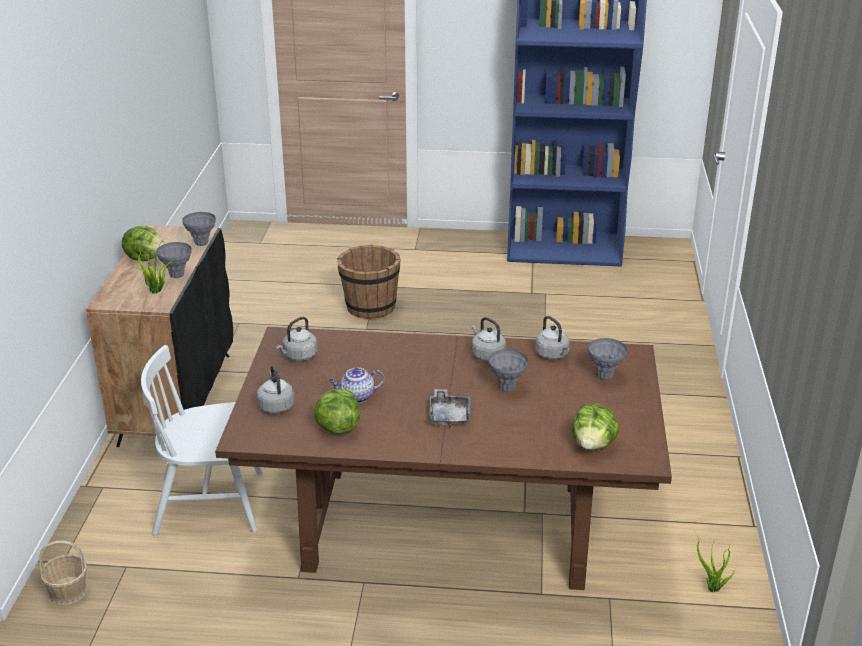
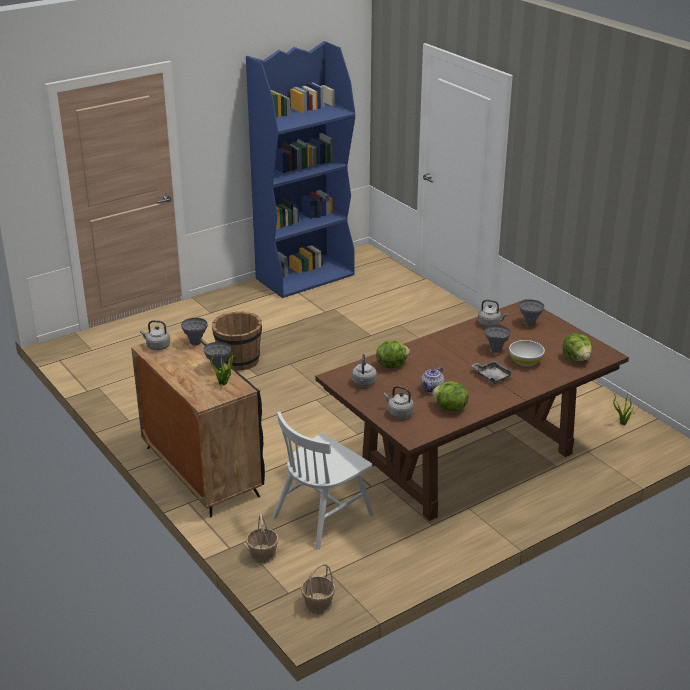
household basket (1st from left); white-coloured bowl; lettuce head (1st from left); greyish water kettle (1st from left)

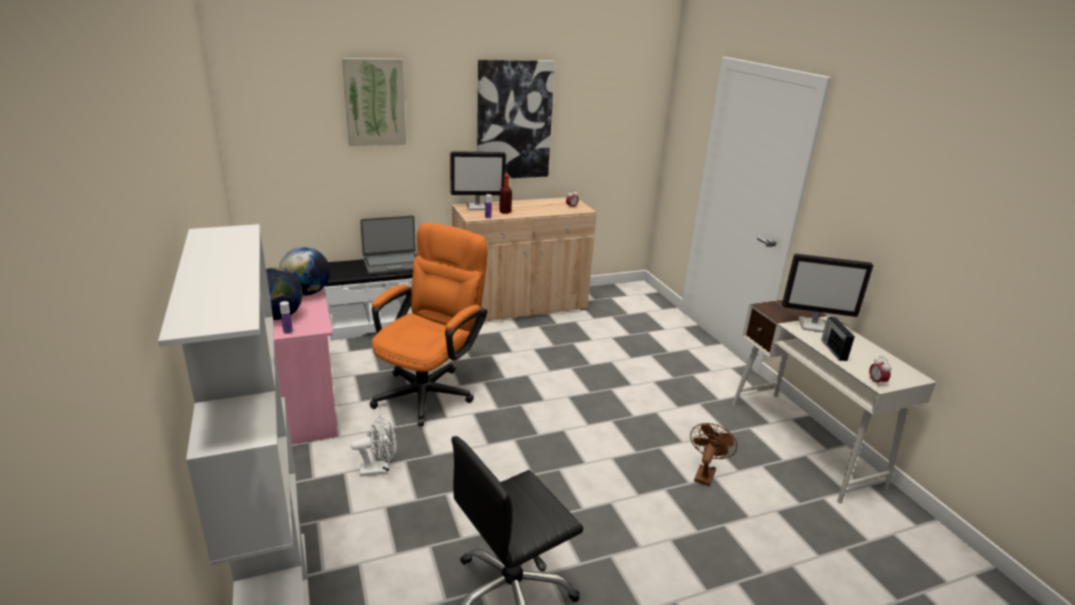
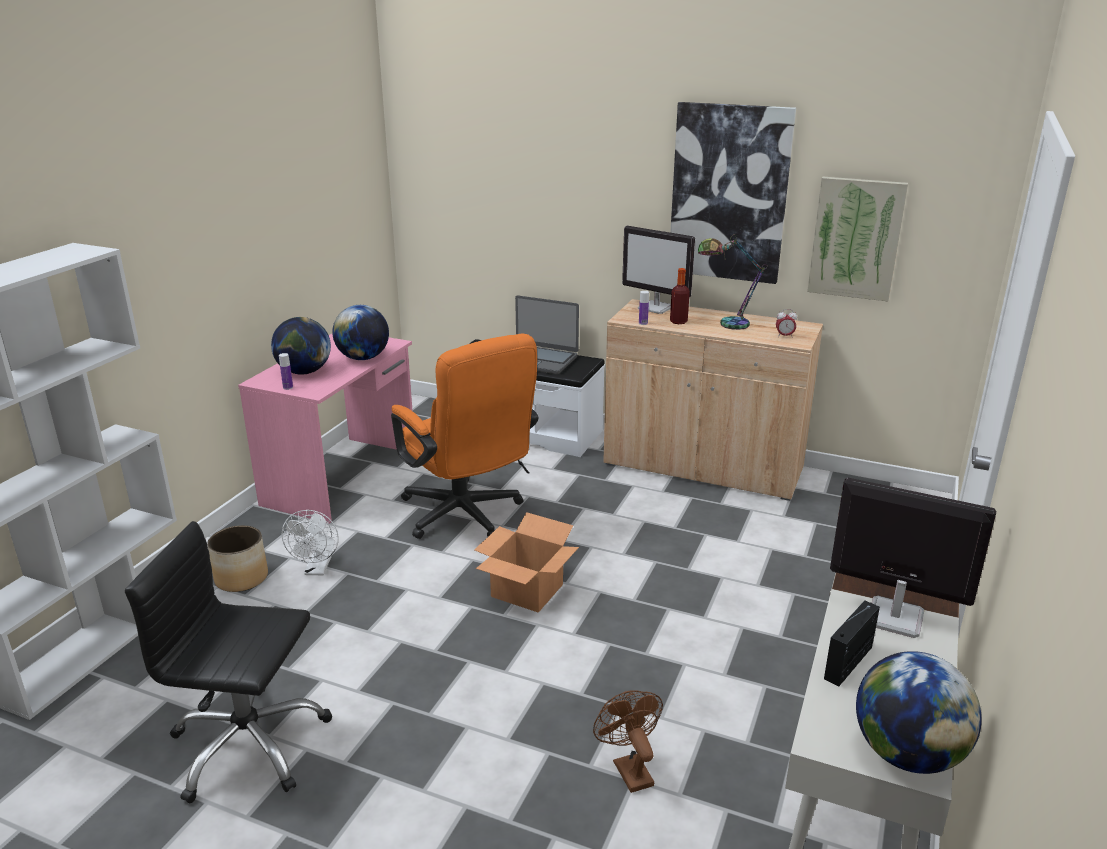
alarm clock (2nd from left in the first image); flower pot; cardboard box; table lamp; desk globe (3rd from left); wall picture (2nd from left); white-coloured fan; orange-coloured desk chair; brown fan; computer display (2nd from left)

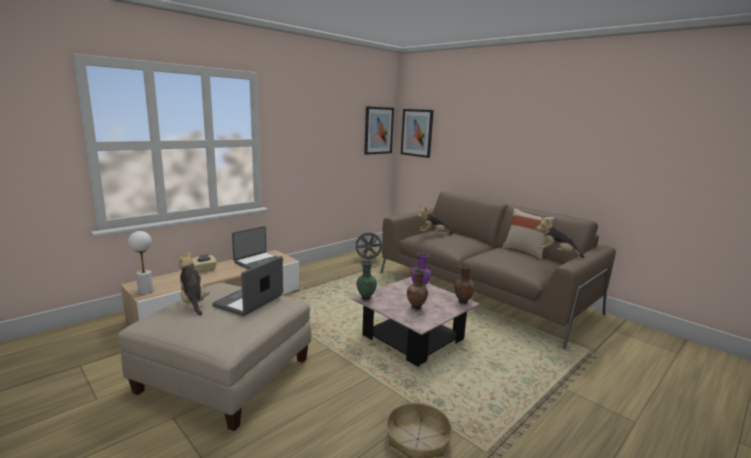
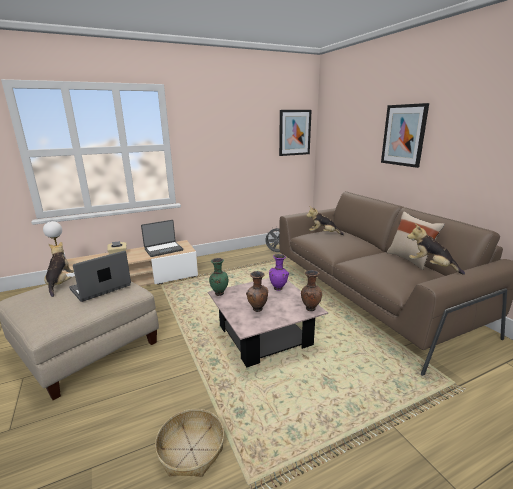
wall picture (2nd from left)

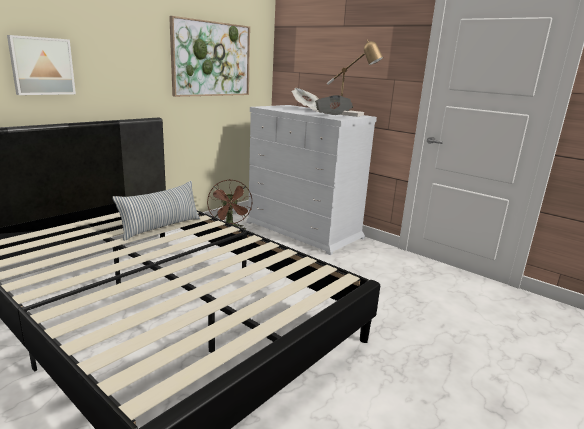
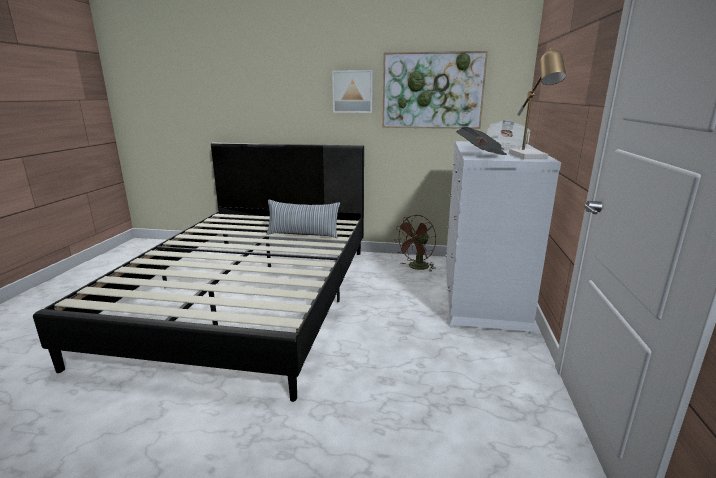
wall picture (1st from left)

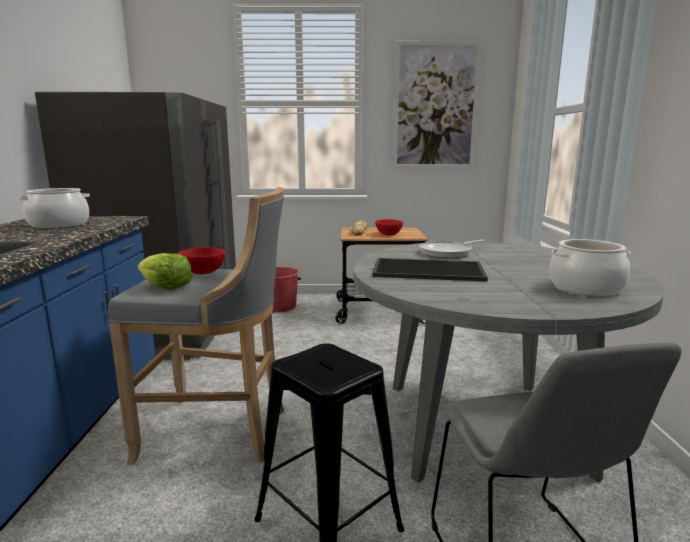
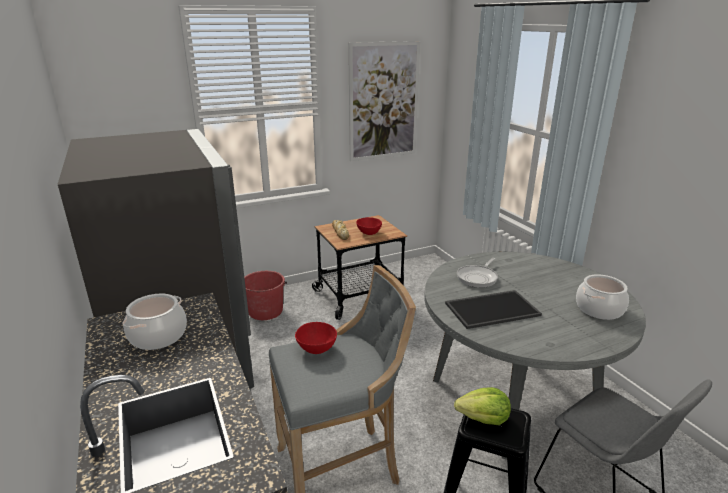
lettuce head

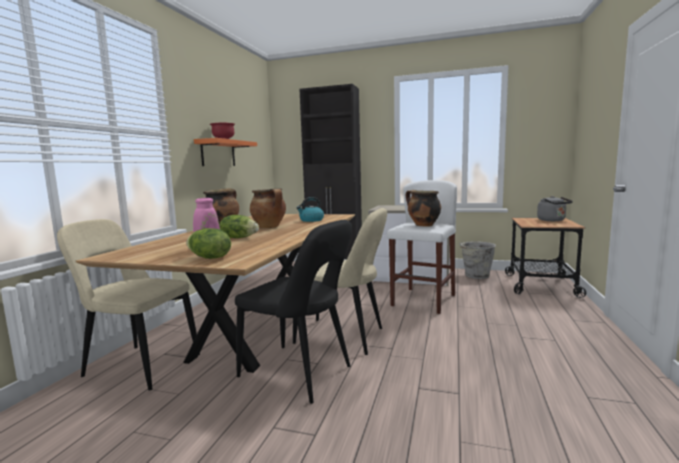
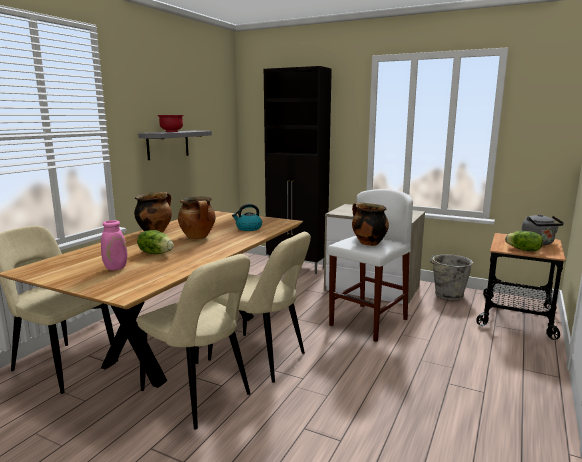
lettuce head (2nd from left); greyish shelf; beige chair (2nd from left)

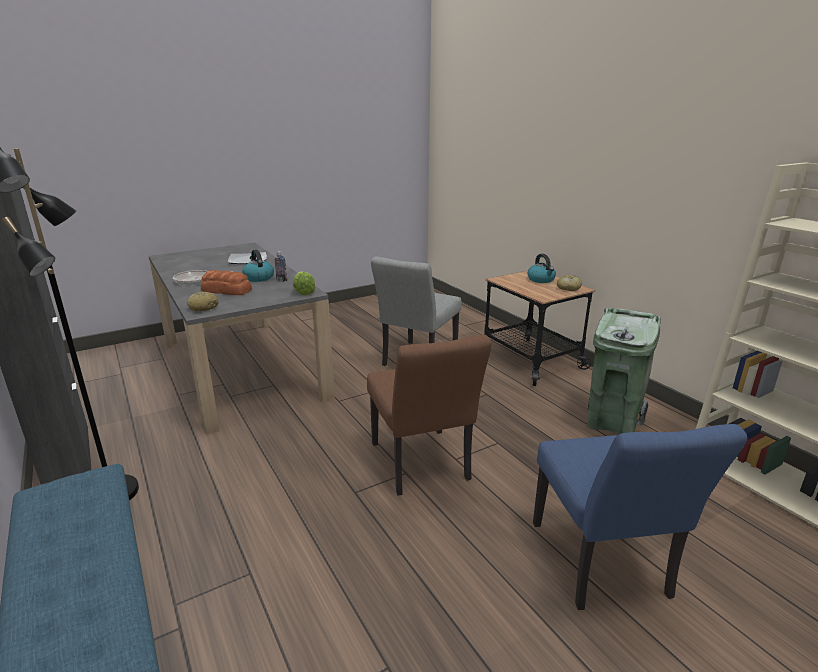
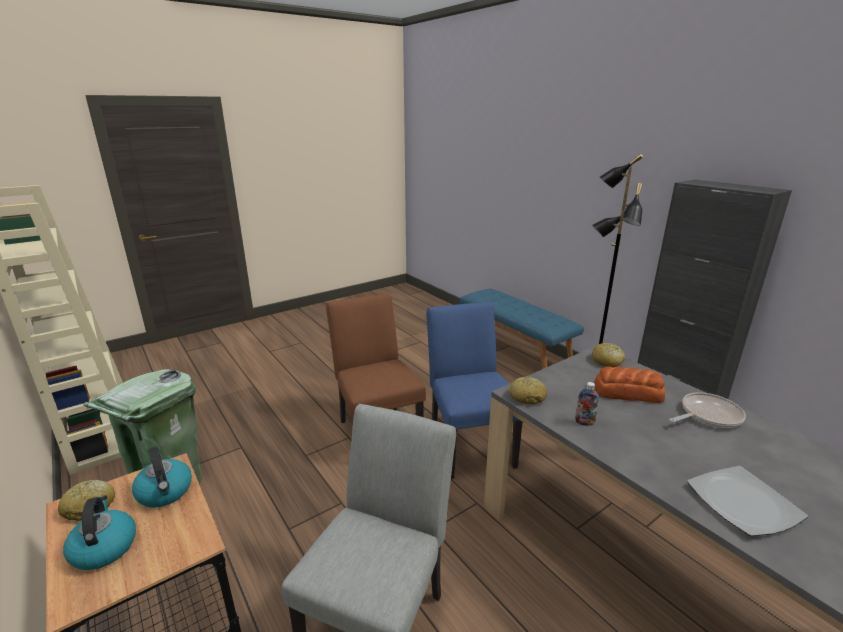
water kettle (2nd from left); blue-coloured chair; bakery bread (2nd from left)

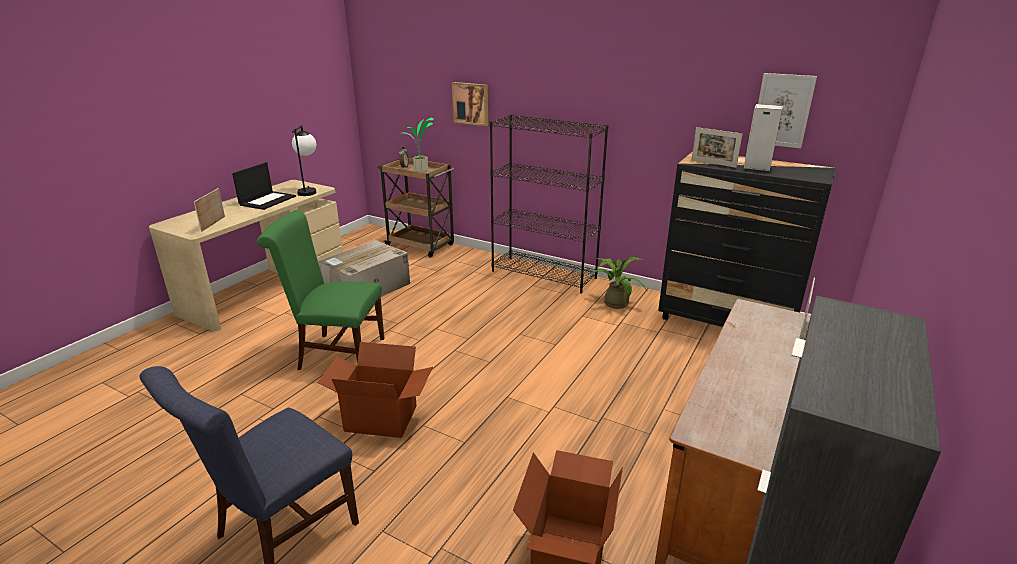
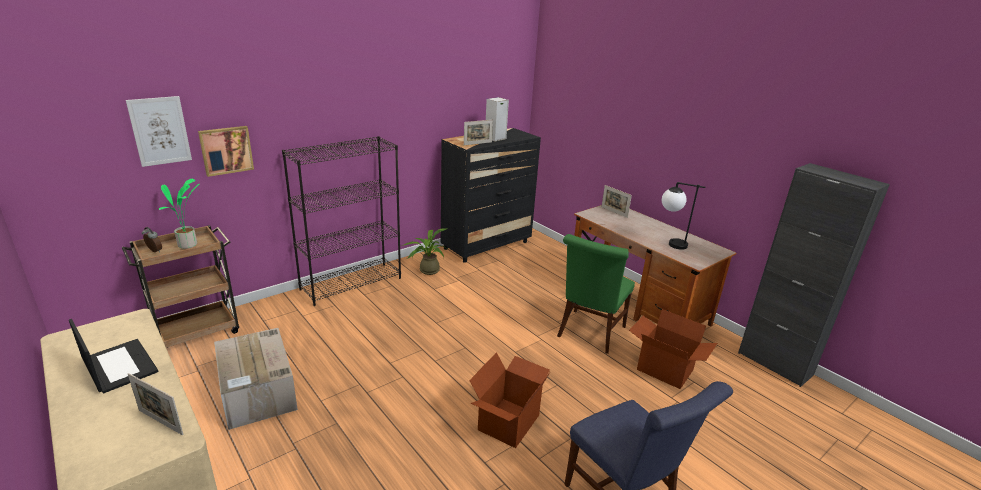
green-coloured chair; table lamp; wall picture (1st from left)

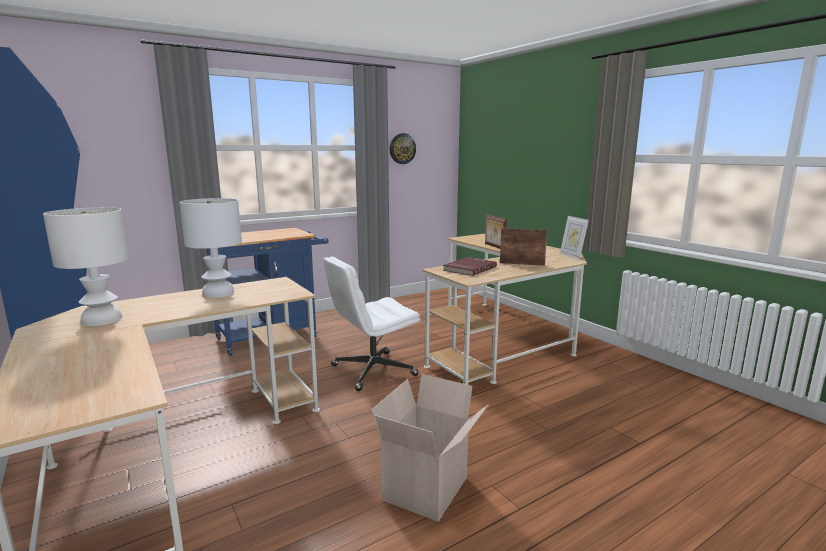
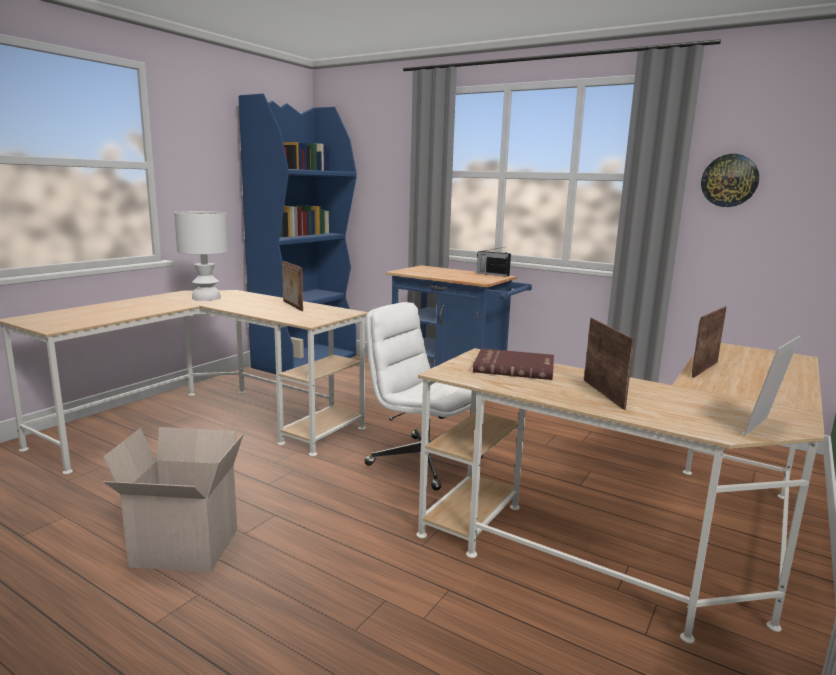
radio set; photo frame (1st from left)

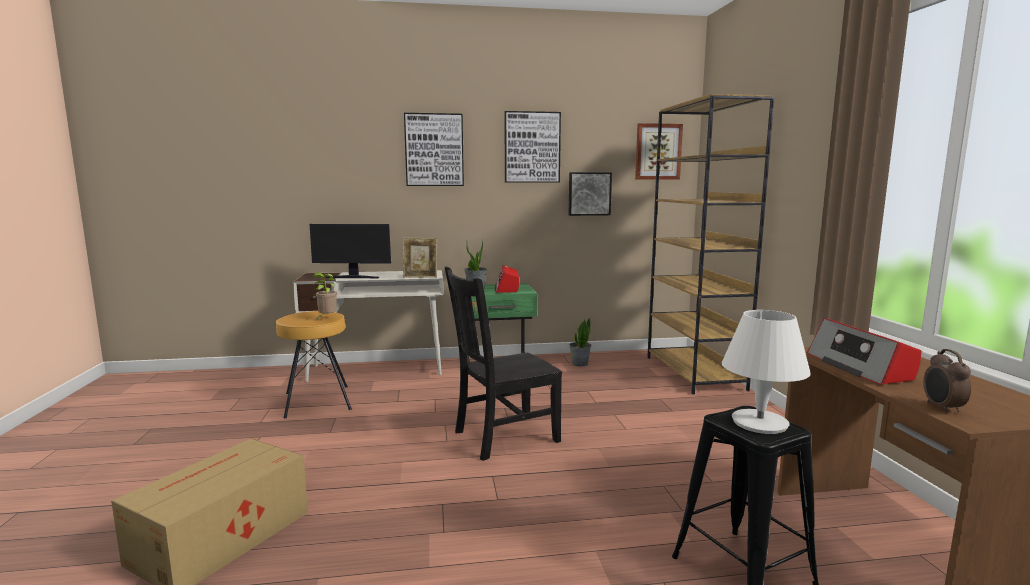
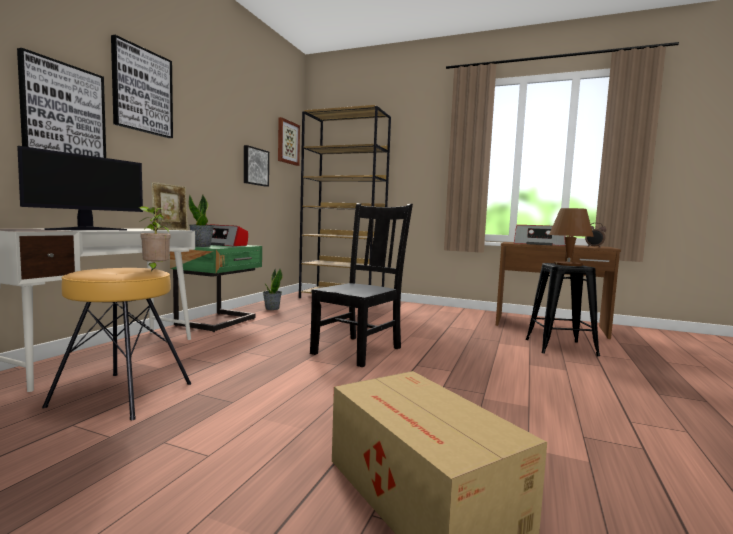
wall picture (1st from left); brown table lamp; blackish chair

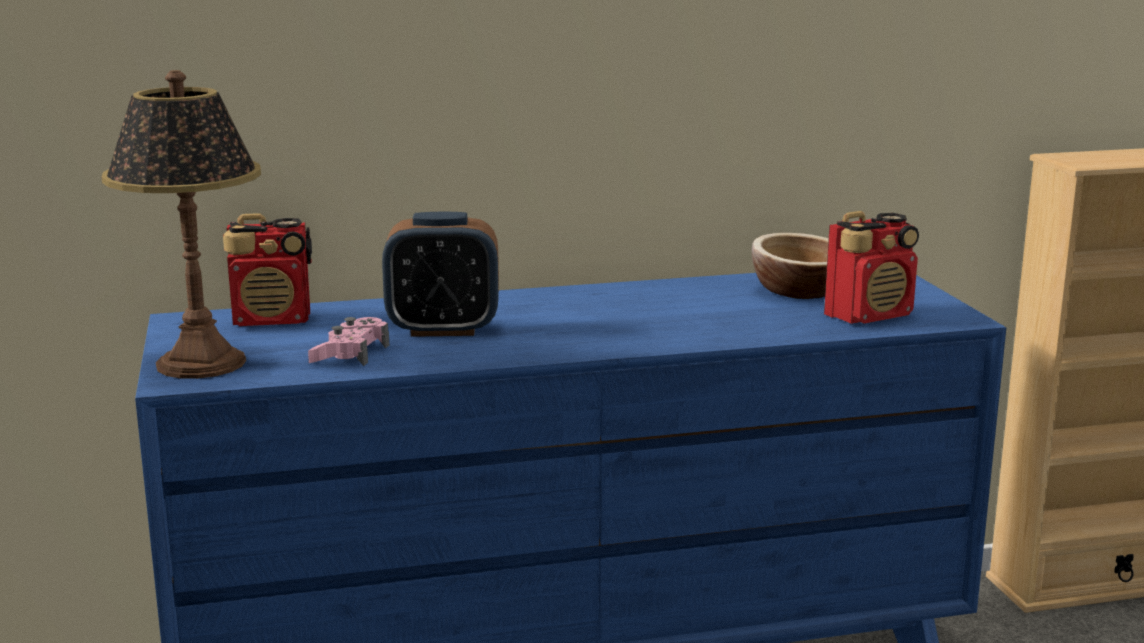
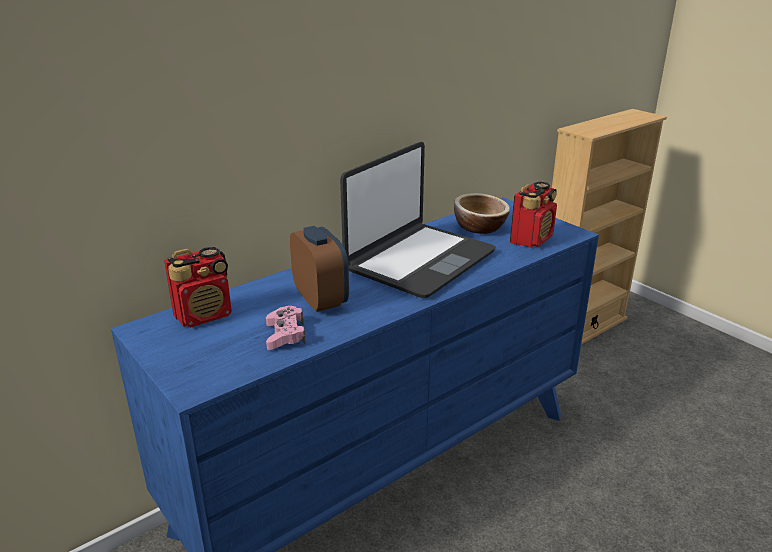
table lamp; notebook computer; alarm clock

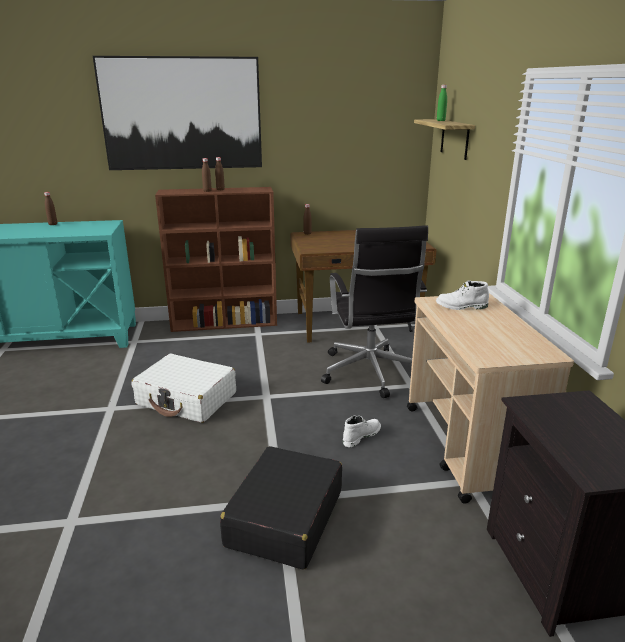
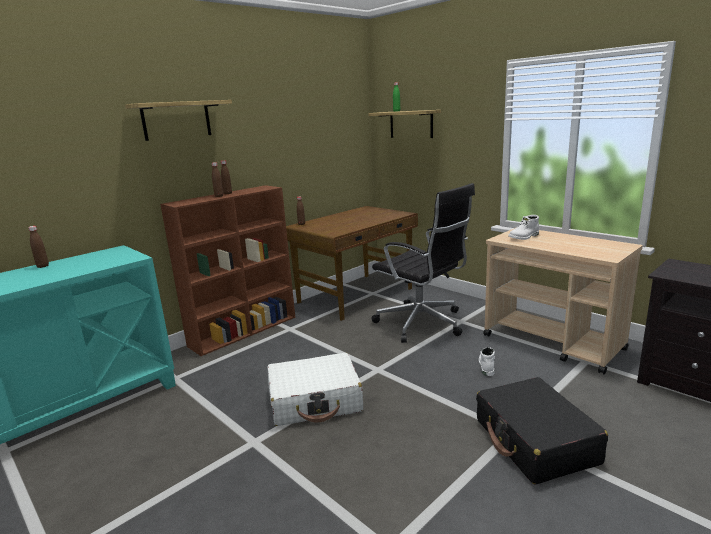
shelf (1st from left)

